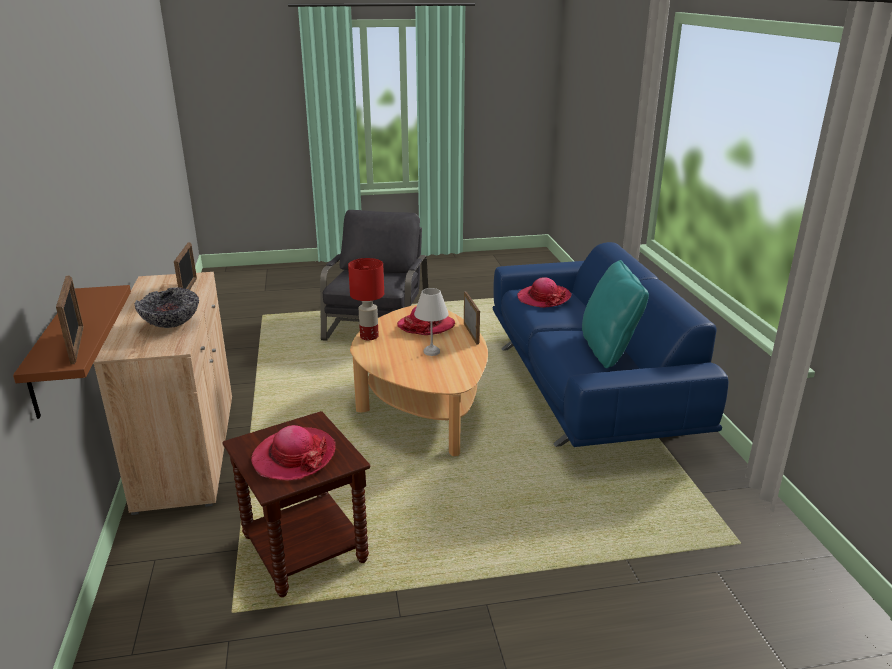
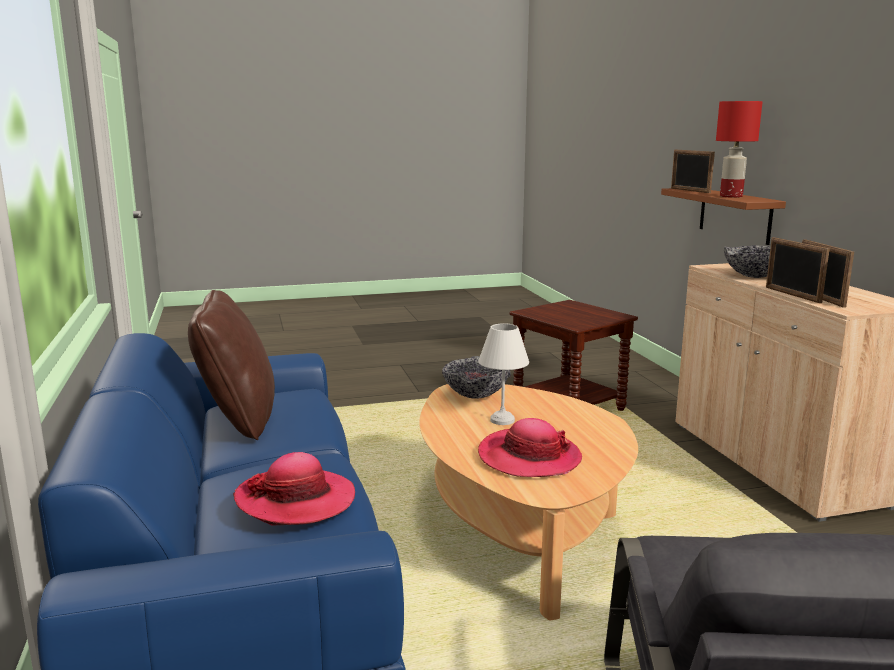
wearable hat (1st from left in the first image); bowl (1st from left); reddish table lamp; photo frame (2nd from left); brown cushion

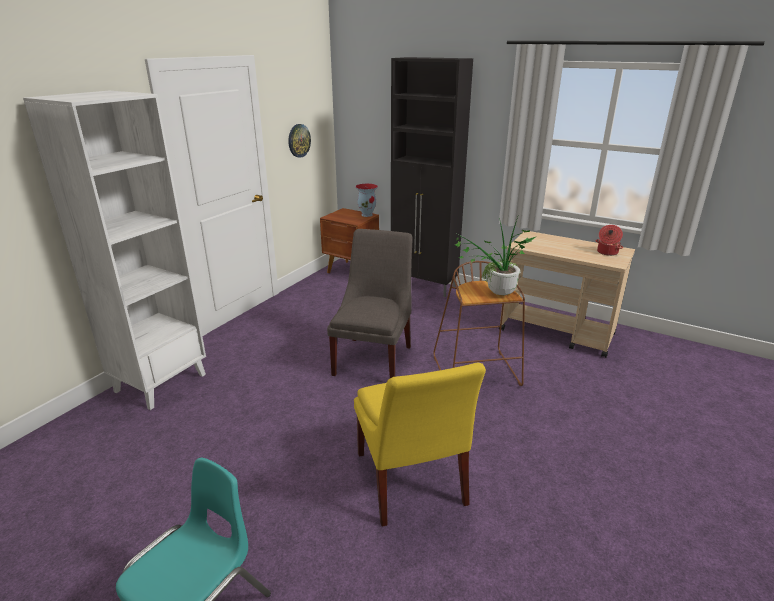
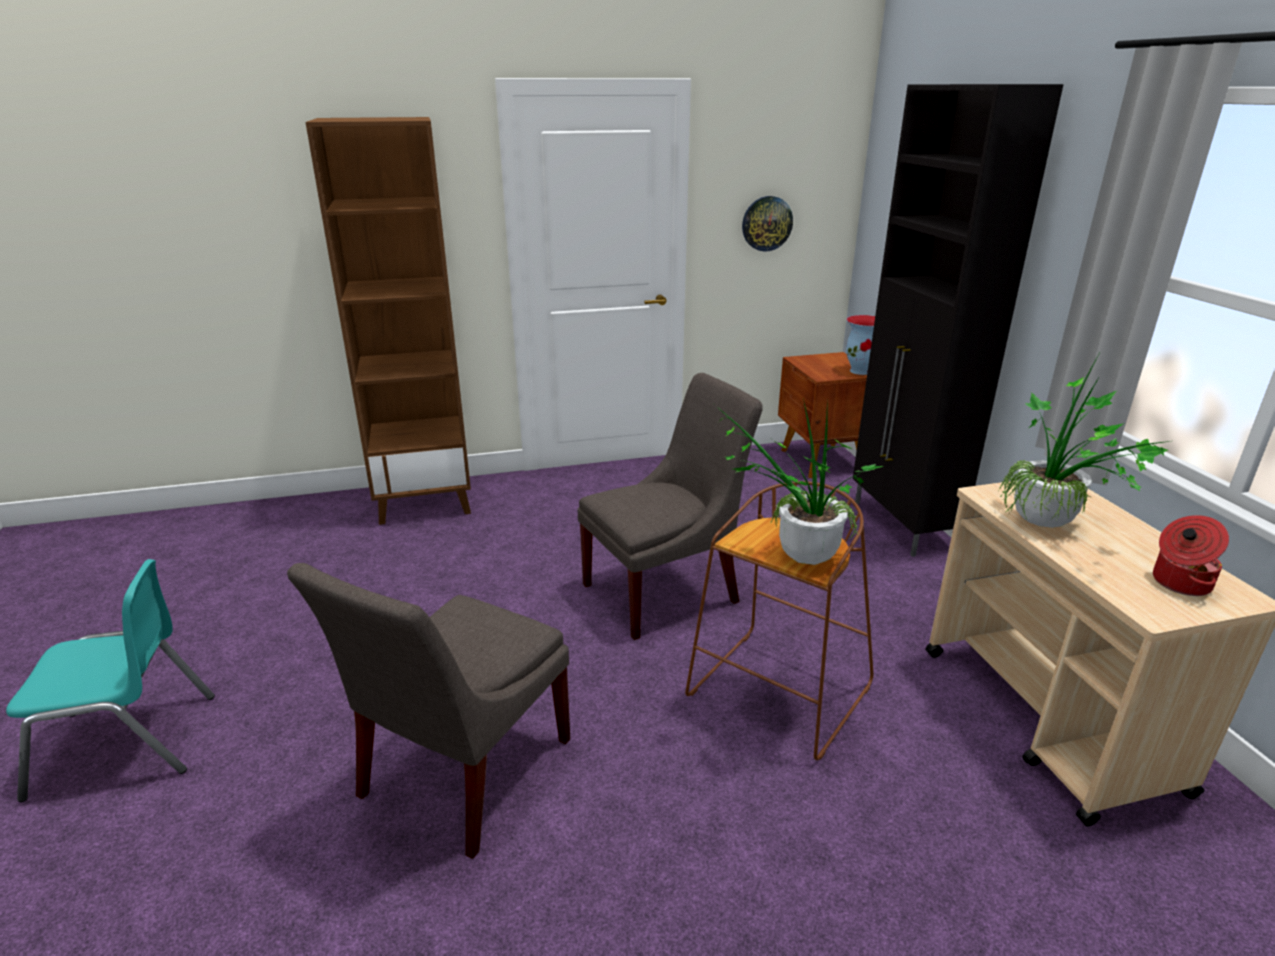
potted plant (2nd from left); brown shelving unit; greyish chair (1st from left)

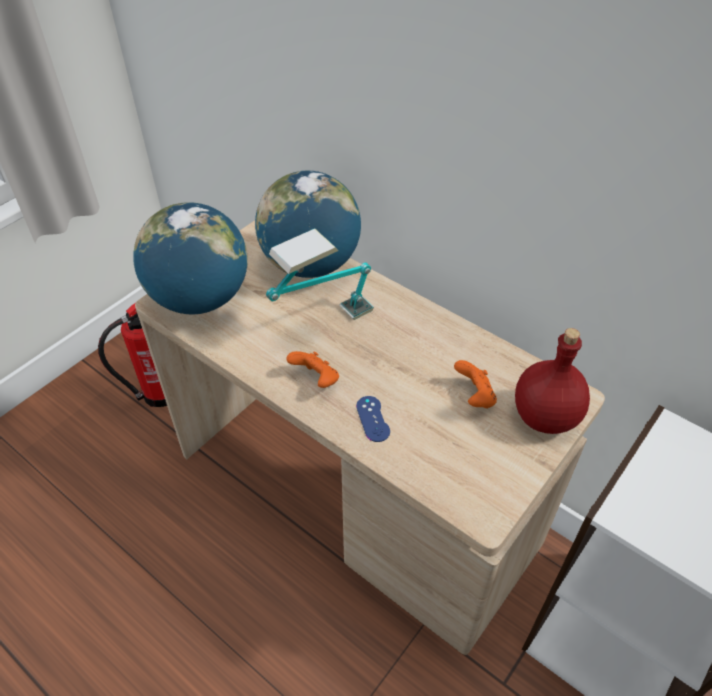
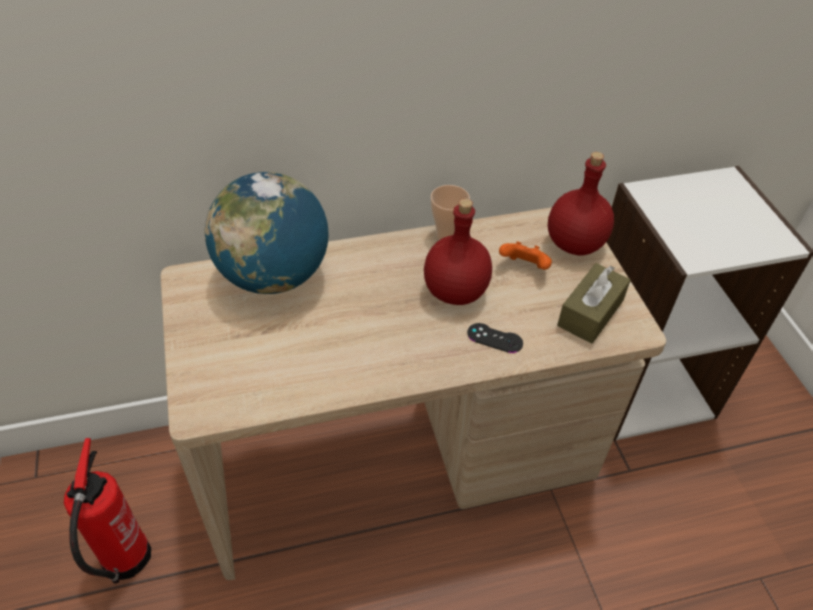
desk globe (1st from left in the first image); table lamp; orange-coloured game controller (1st from left in the first image); reddish drink bottle (1st from left); cup; brown tissue box; blackish game controller

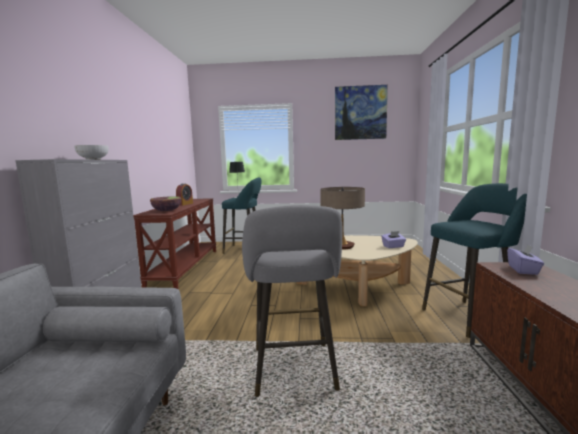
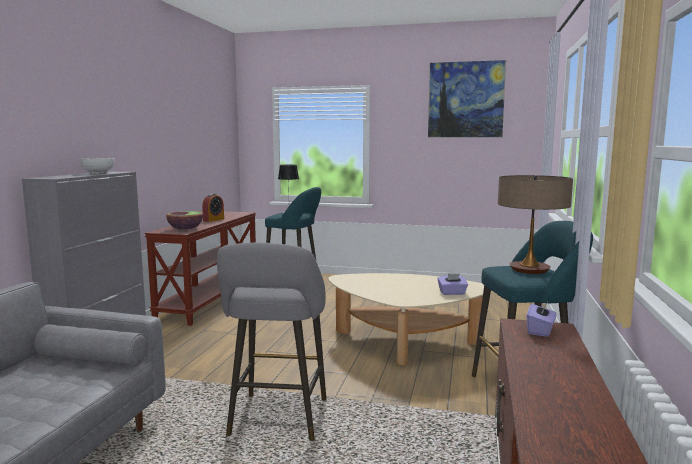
table lamp (2nd from left)

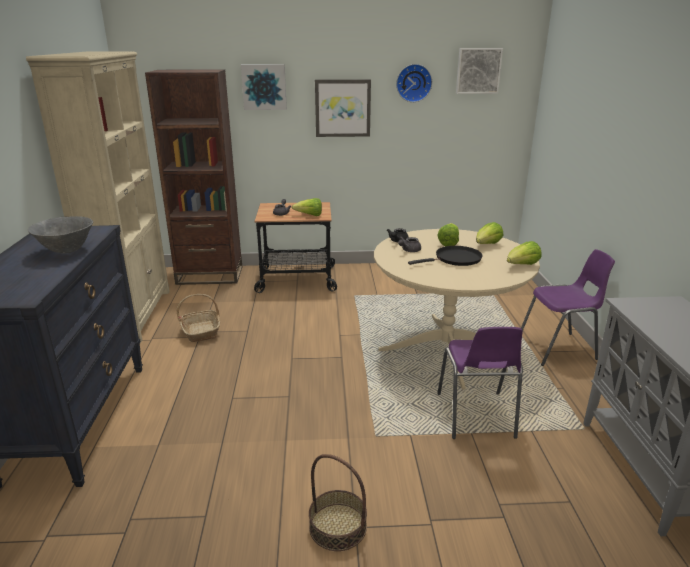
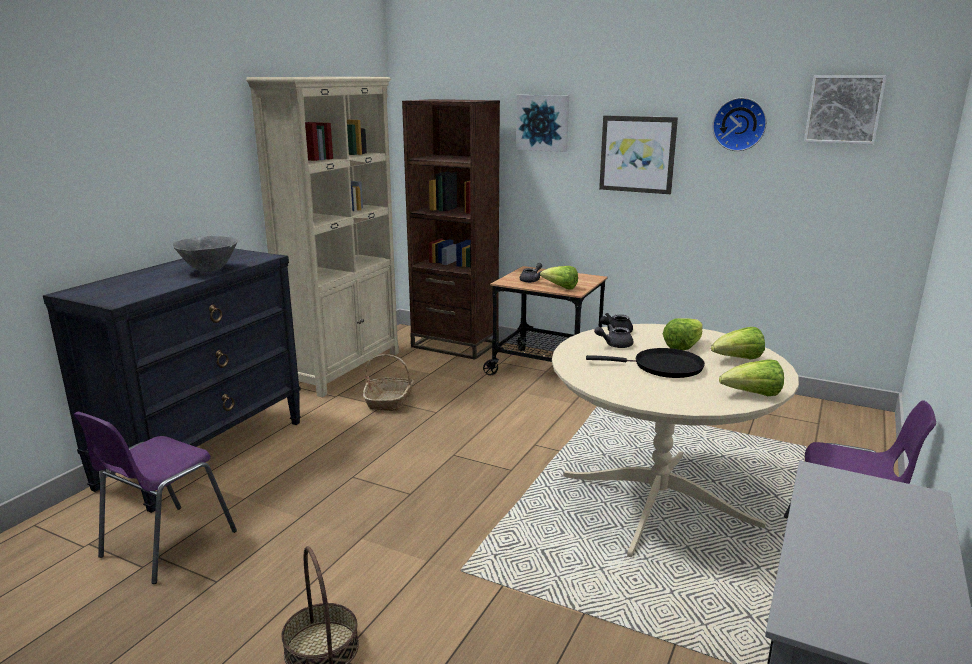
purple chair (1st from left)

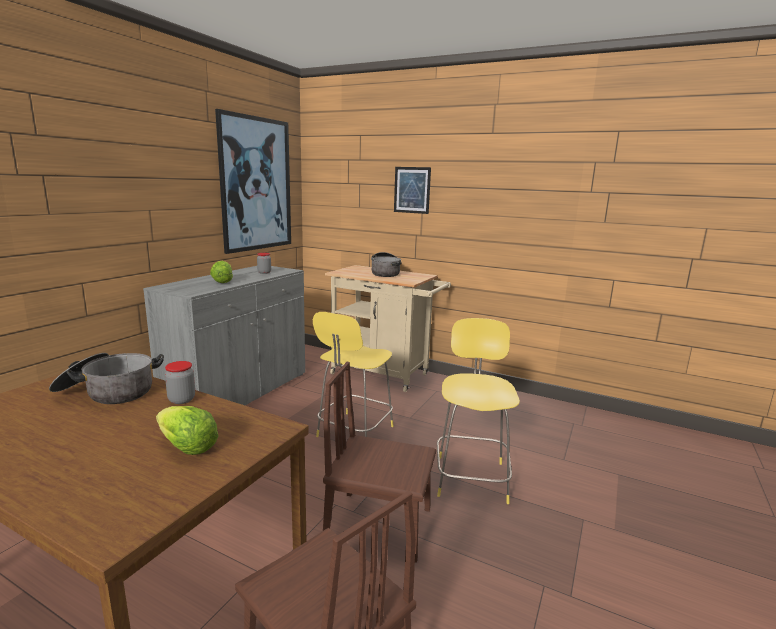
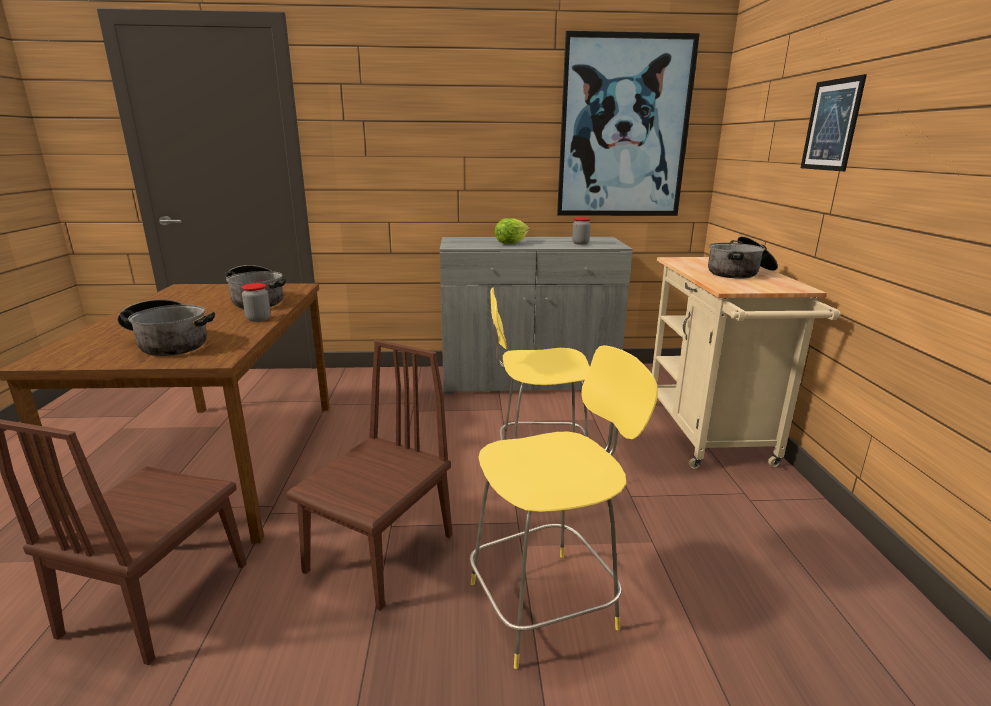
saucepot (1st from left); brown chair (2nd from left)

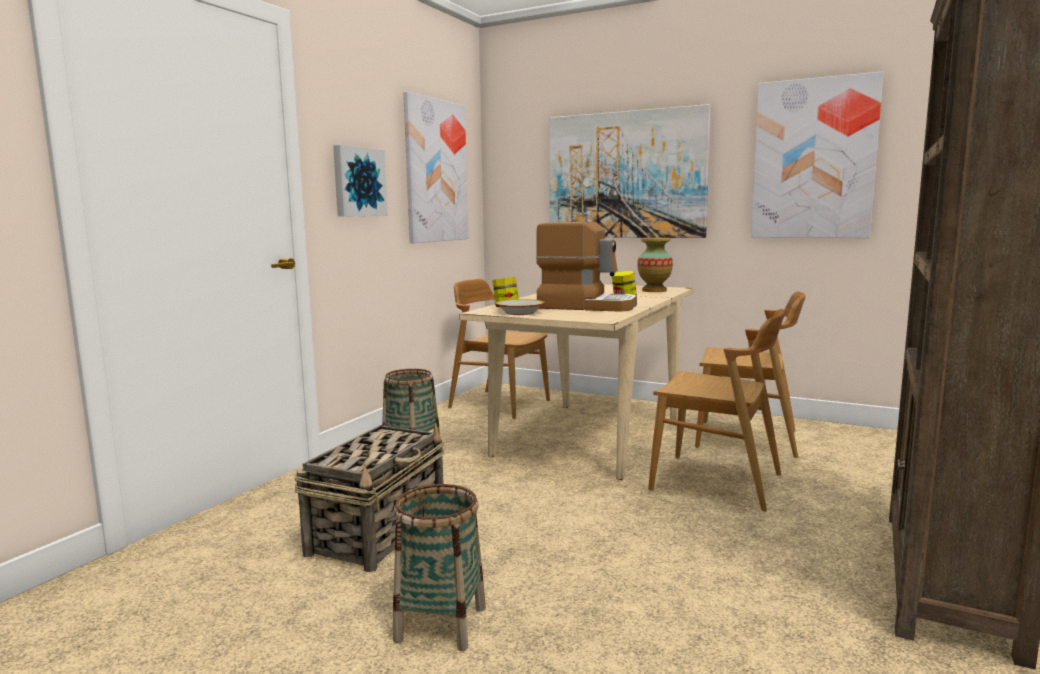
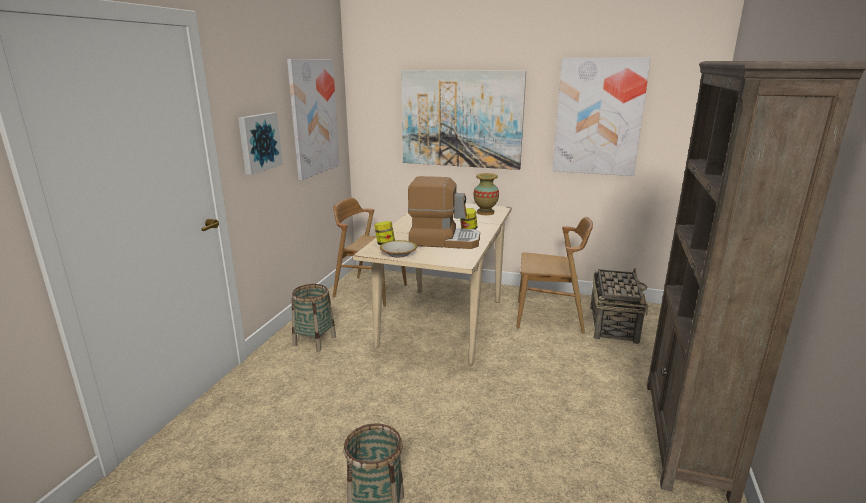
brown chair (2nd from left in the first image); household basket (3rd from left)

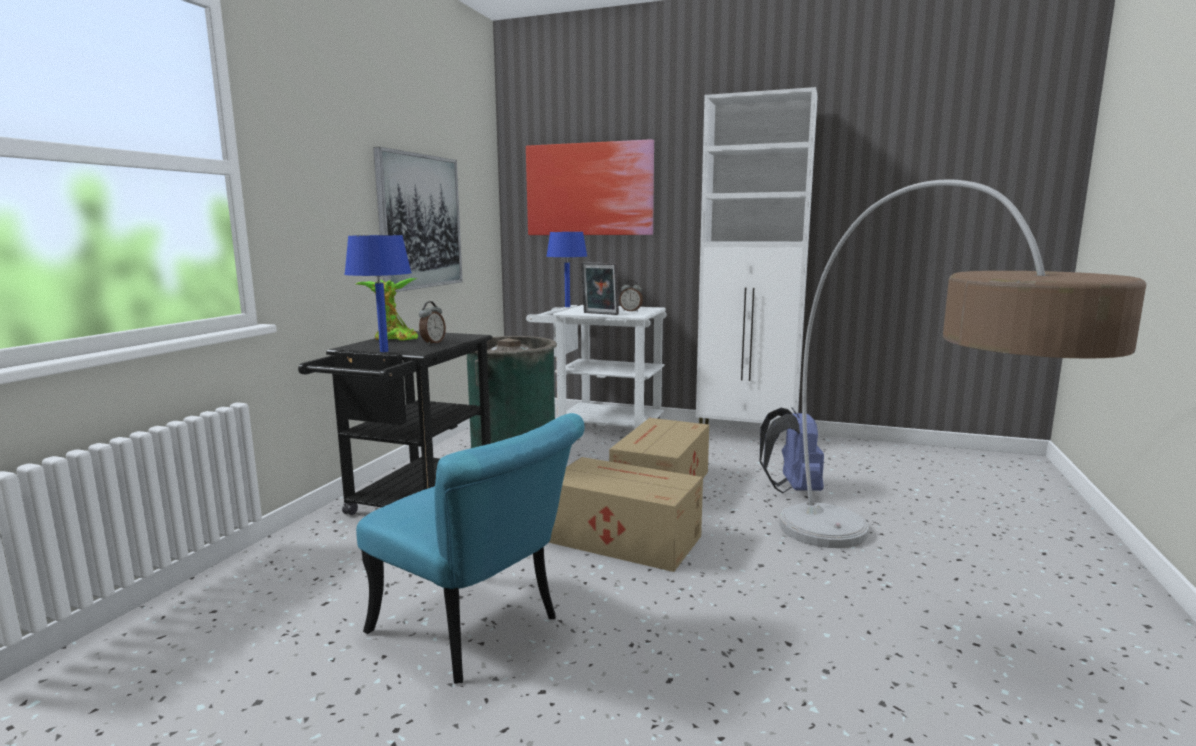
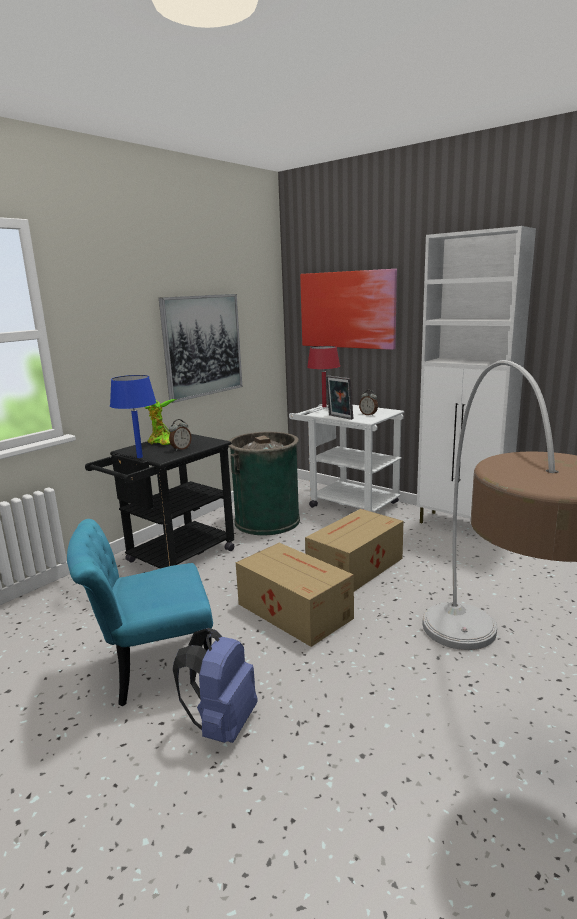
blue-coloured knapsack; reddish table lamp; blue-green chair

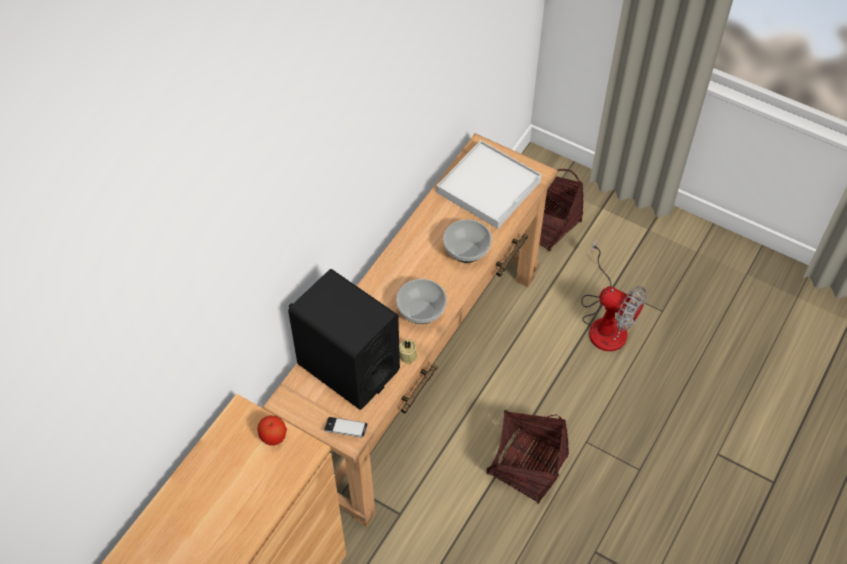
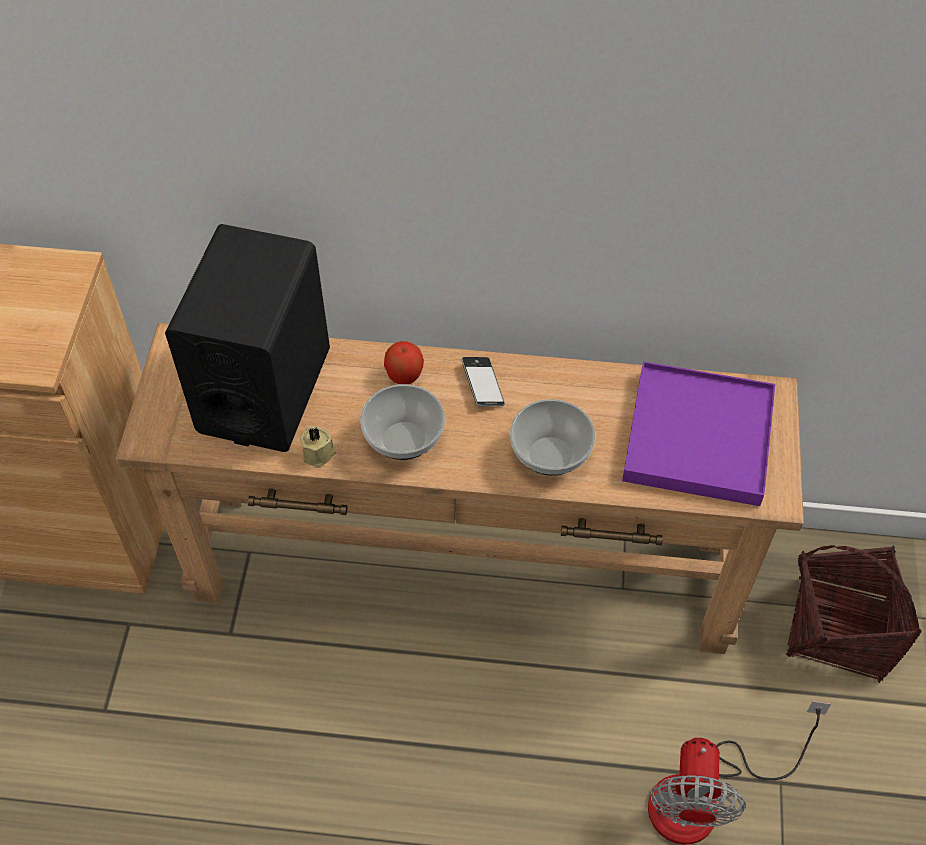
household basket (1st from left in the first image); apple; handset; purple carrying tray

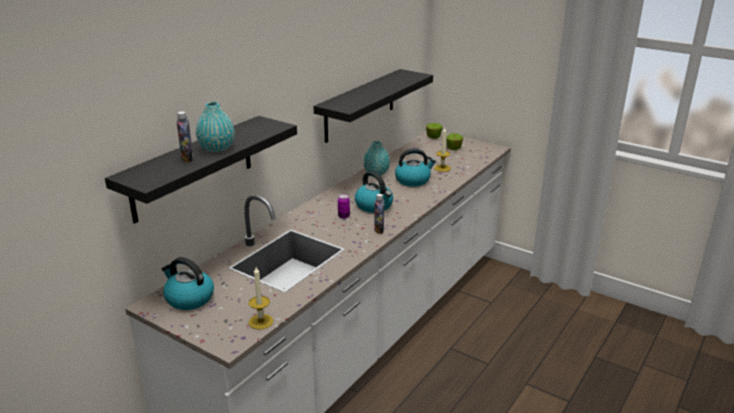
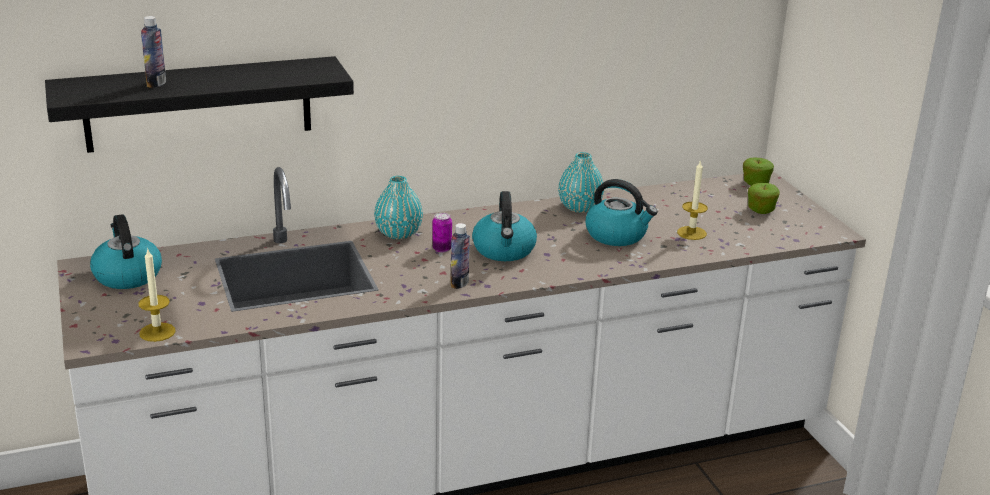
blackish shelf (2nd from left in the first image); blue-green flower vase (1st from left)

